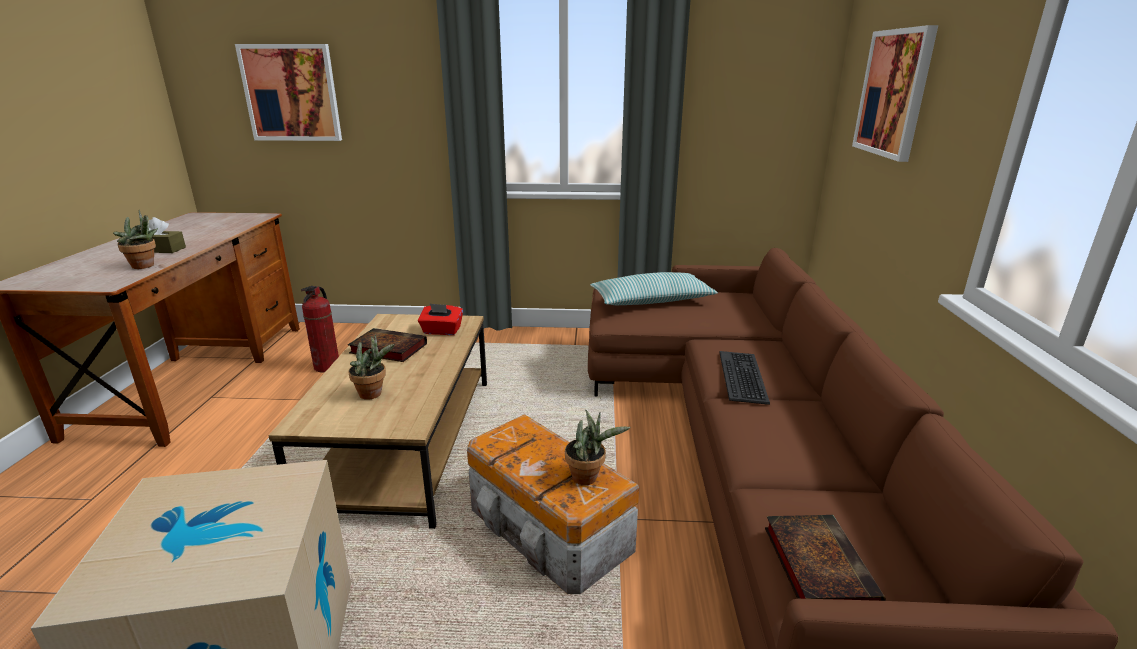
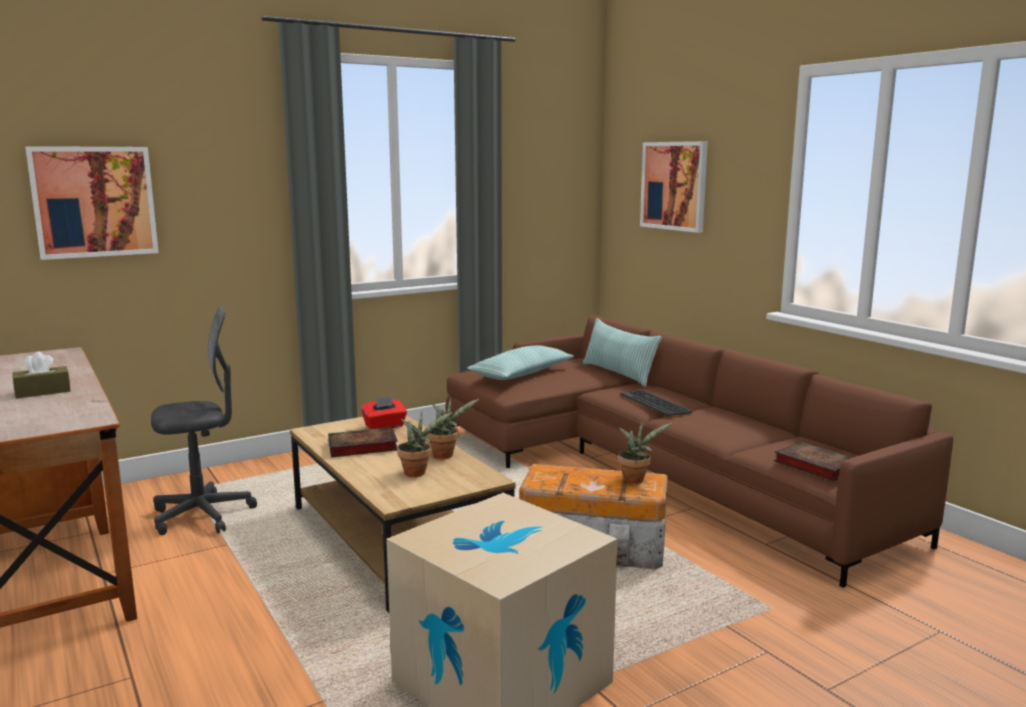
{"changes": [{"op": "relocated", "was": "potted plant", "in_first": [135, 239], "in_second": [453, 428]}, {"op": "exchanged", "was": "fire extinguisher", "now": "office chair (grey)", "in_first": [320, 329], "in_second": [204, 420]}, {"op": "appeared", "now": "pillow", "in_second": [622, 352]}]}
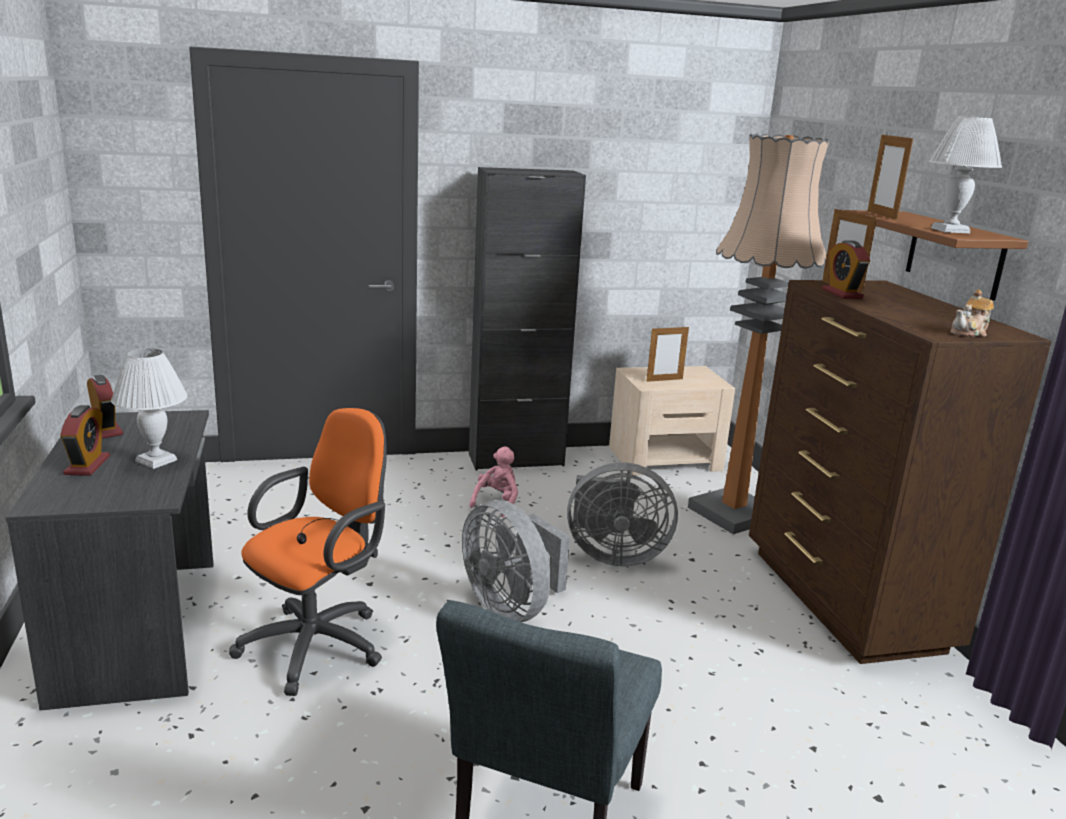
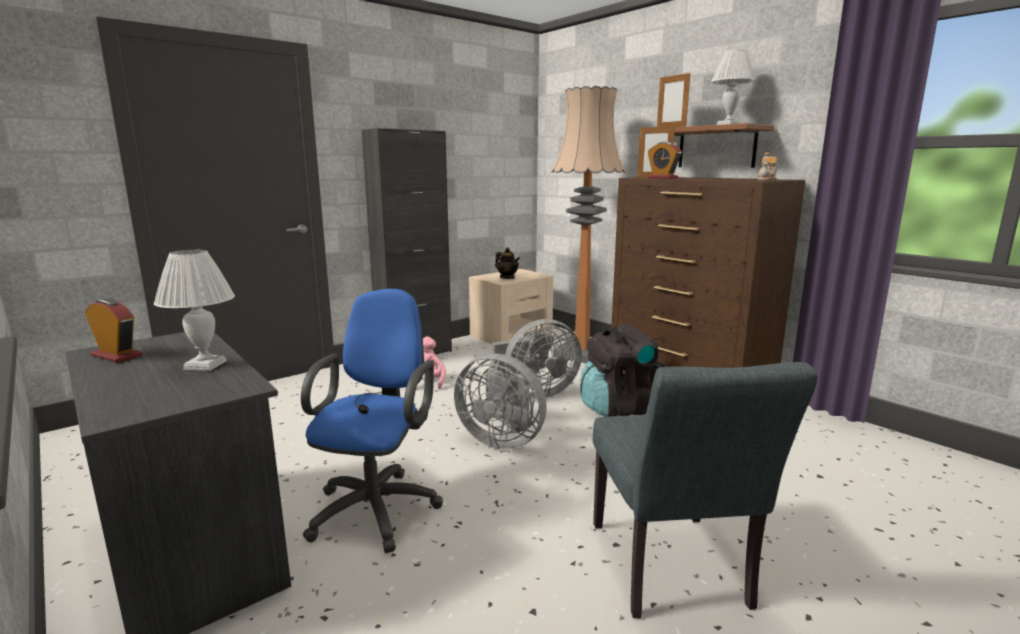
{"changes": [{"op": "exchanged", "was": "picture frame", "now": "teapot", "in_first": [667, 354], "in_second": [507, 263]}, {"op": "missing", "was": "alarm clock", "in_first": [85, 440]}, {"op": "colour", "was": "office chair (orange)", "now": "office chair (blue)", "in_first": [308, 552], "in_second": [372, 421]}, {"op": "appeared", "now": "backpack (black)", "in_second": [623, 370]}]}
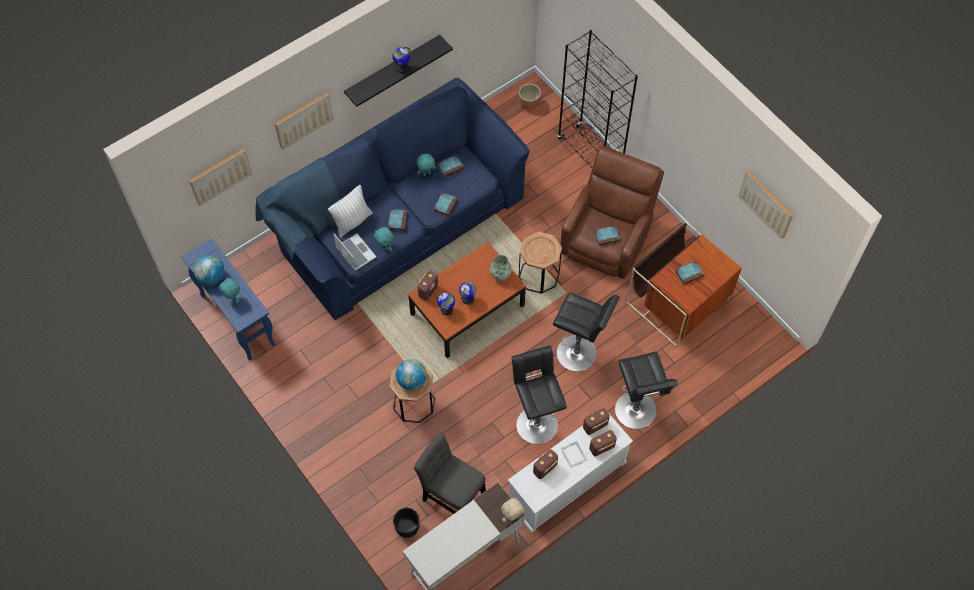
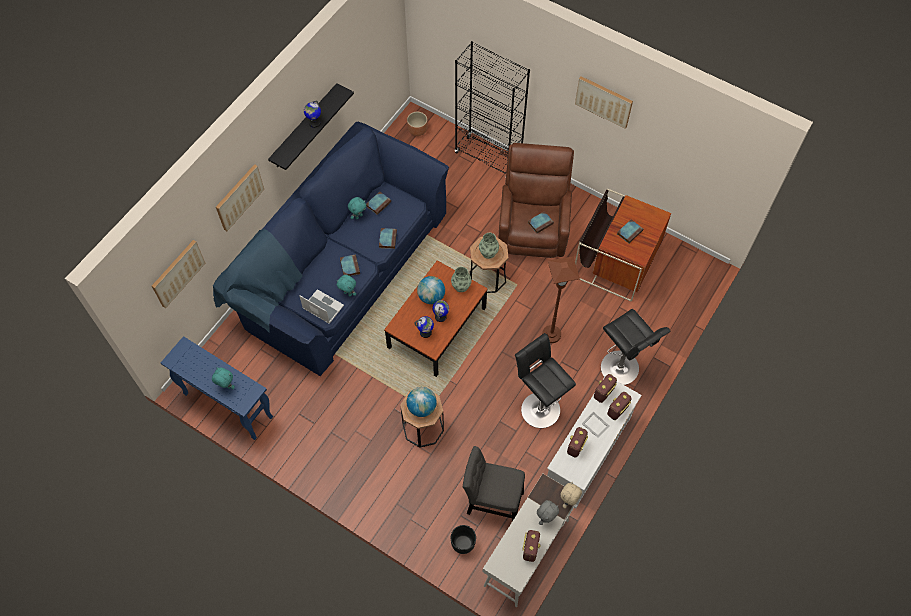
{"changes": [{"op": "relocated", "was": "picture", "in_first": [766, 205], "in_second": [604, 102]}, {"op": "missing", "was": "pillow (white)", "in_first": [350, 211]}, {"op": "relocated", "was": "globe", "in_first": [208, 270], "in_second": [431, 290]}, {"op": "relocated", "was": "radio", "in_first": [427, 286], "in_second": [531, 546]}, {"op": "exchanged", "was": "stool (black)", "now": "floor lamp (brown)", "in_first": [586, 332], "in_second": [561, 300]}, {"op": "appeared", "now": "vase", "in_second": [489, 246]}, {"op": "appeared", "now": "plush toy (grey)", "in_second": [548, 512]}]}
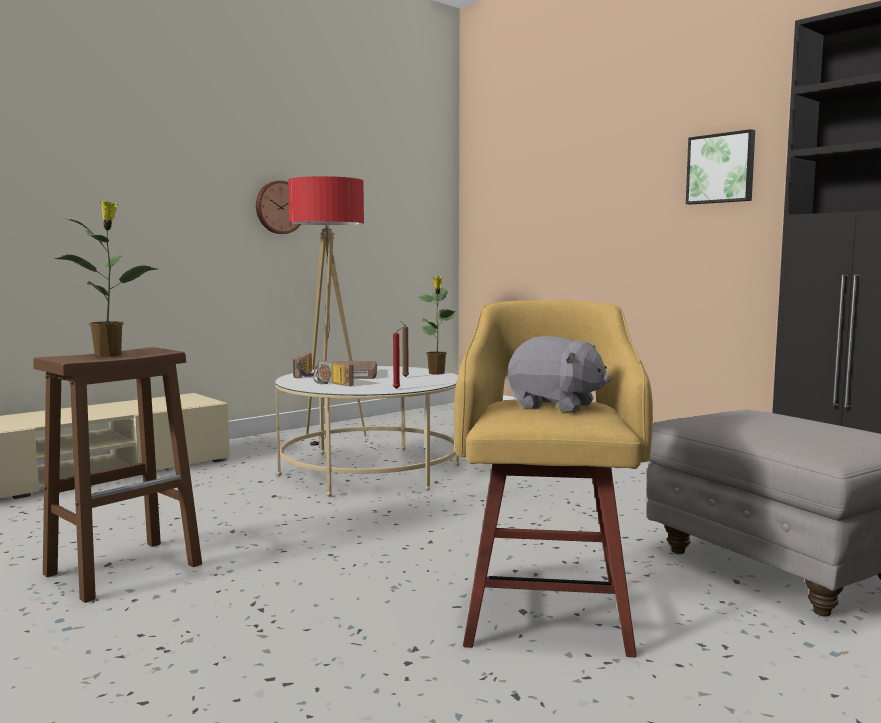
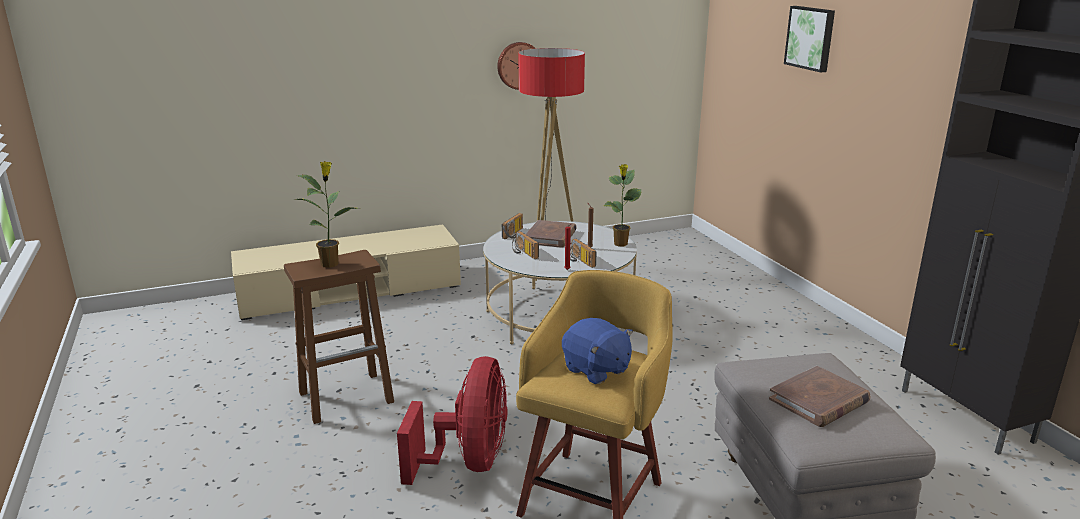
{"changes": [{"op": "relocated", "was": "picture", "in_first": [720, 167], "in_second": [809, 39]}, {"op": "colour", "was": "plush toy (grey)", "now": "plush toy (blue)", "in_first": [559, 374], "in_second": [597, 351]}, {"op": "appeared", "now": "radio", "in_second": [583, 253]}, {"op": "appeared", "now": "fan (red)", "in_second": [452, 420]}, {"op": "appeared", "now": "book (brown)", "in_second": [820, 396]}]}
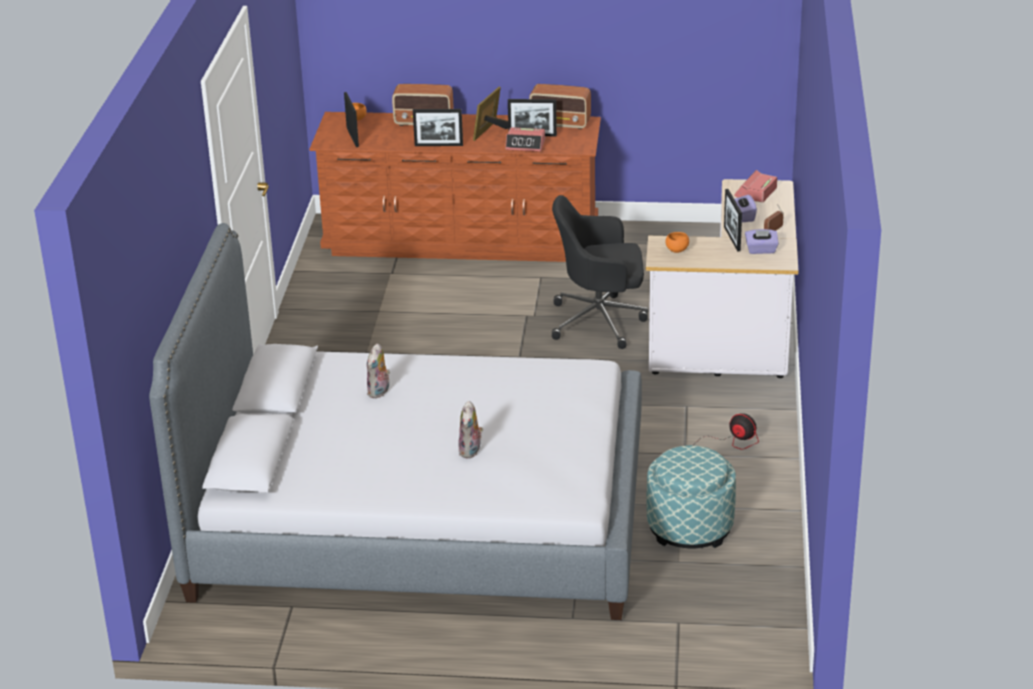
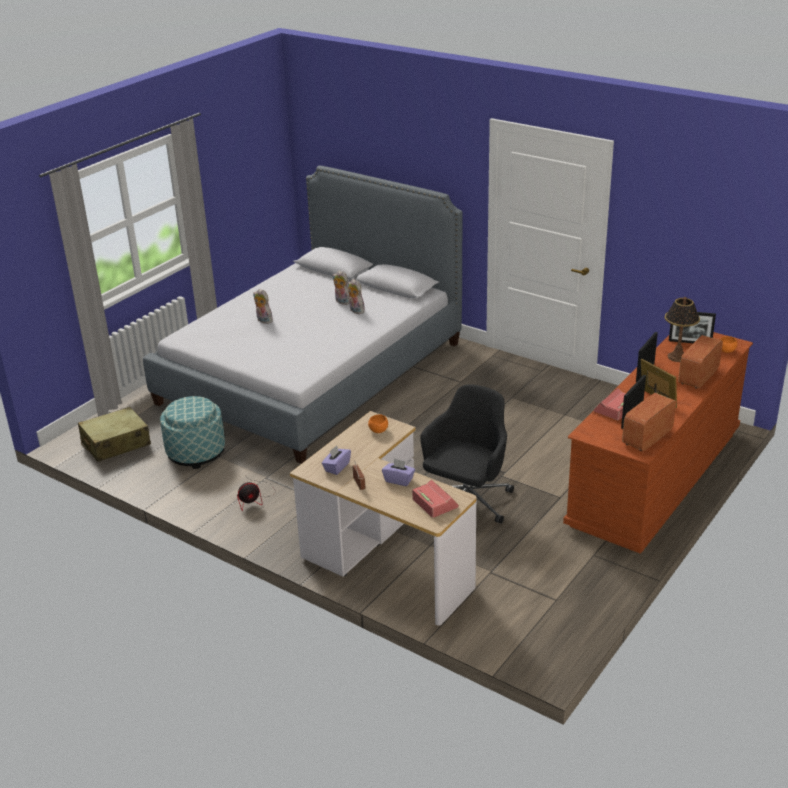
{"changes": [{"op": "missing", "was": "picture frame", "in_first": [733, 220]}, {"op": "appeared", "now": "plush toy", "in_second": [341, 288]}, {"op": "appeared", "now": "table lamp", "in_second": [682, 329]}, {"op": "appeared", "now": "suitcase (beige)", "in_second": [114, 434]}]}
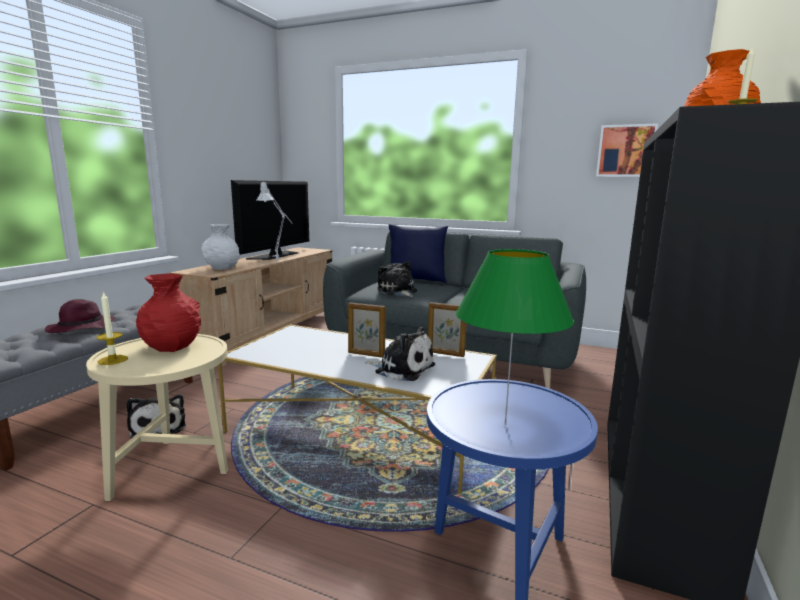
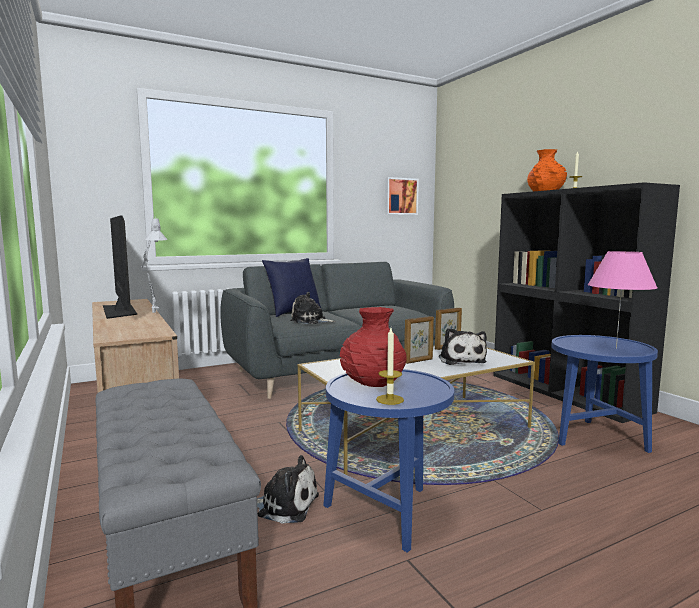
{"changes": [{"op": "missing", "was": "vase (white)", "in_first": [221, 247]}, {"op": "colour", "was": "table lamp (green)", "now": "table lamp (pink)", "in_first": [515, 337], "in_second": [623, 300]}, {"op": "missing", "was": "hat (purple)", "in_first": [80, 316]}, {"op": "spun", "was": "plush toy", "in_first": [400, 354], "in_second": [463, 346], "clockwise": 105}, {"op": "colour", "was": "side table (beige)", "now": "side table (blue)", "in_first": [157, 417], "in_second": [388, 461]}]}
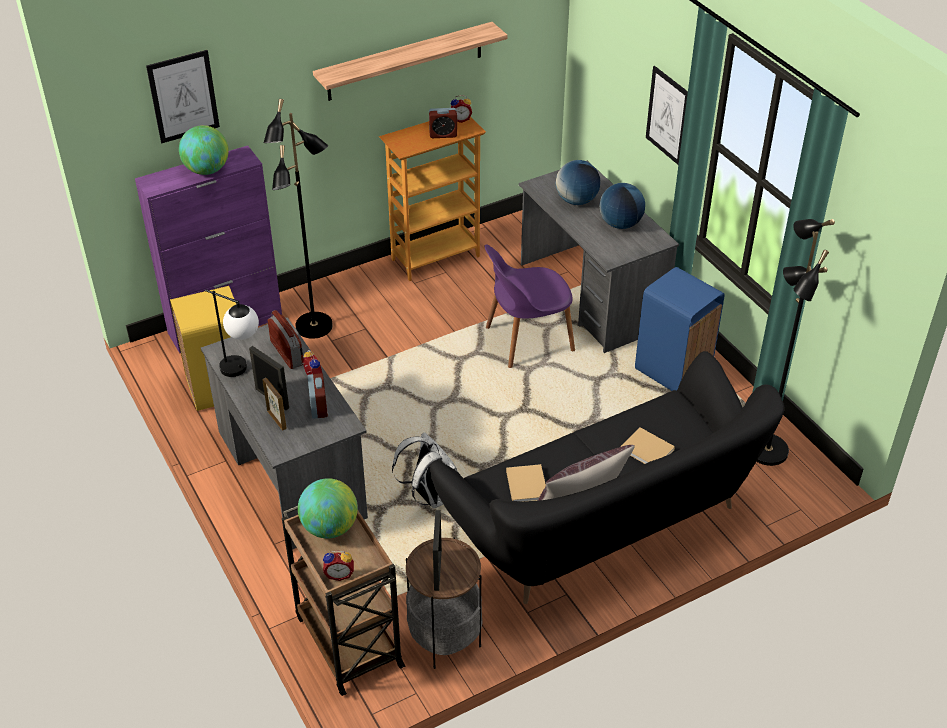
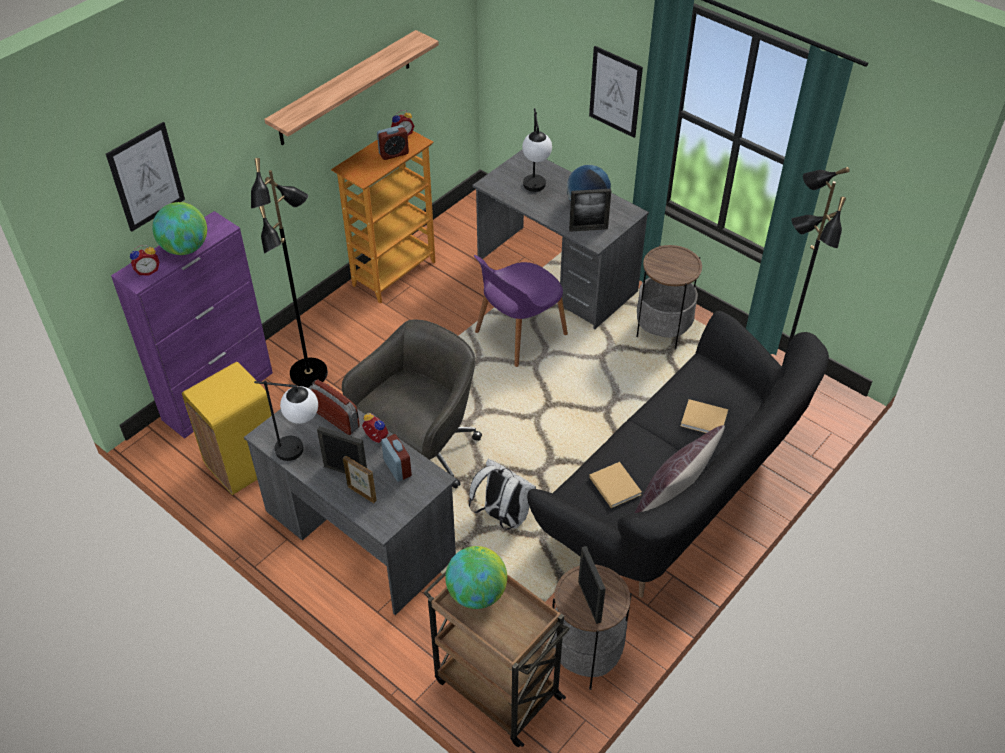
{"changes": [{"op": "exchanged", "was": "globe", "now": "table lamp", "in_first": [578, 182], "in_second": [537, 150]}, {"op": "exchanged", "was": "trash can (blue)", "now": "side table", "in_first": [680, 329], "in_second": [669, 297]}, {"op": "relocated", "was": "alarm clock", "in_first": [338, 565], "in_second": [145, 260]}, {"op": "appeared", "now": "picture frame", "in_second": [590, 210]}, {"op": "appeared", "now": "office chair (grey)", "in_second": [412, 404]}]}
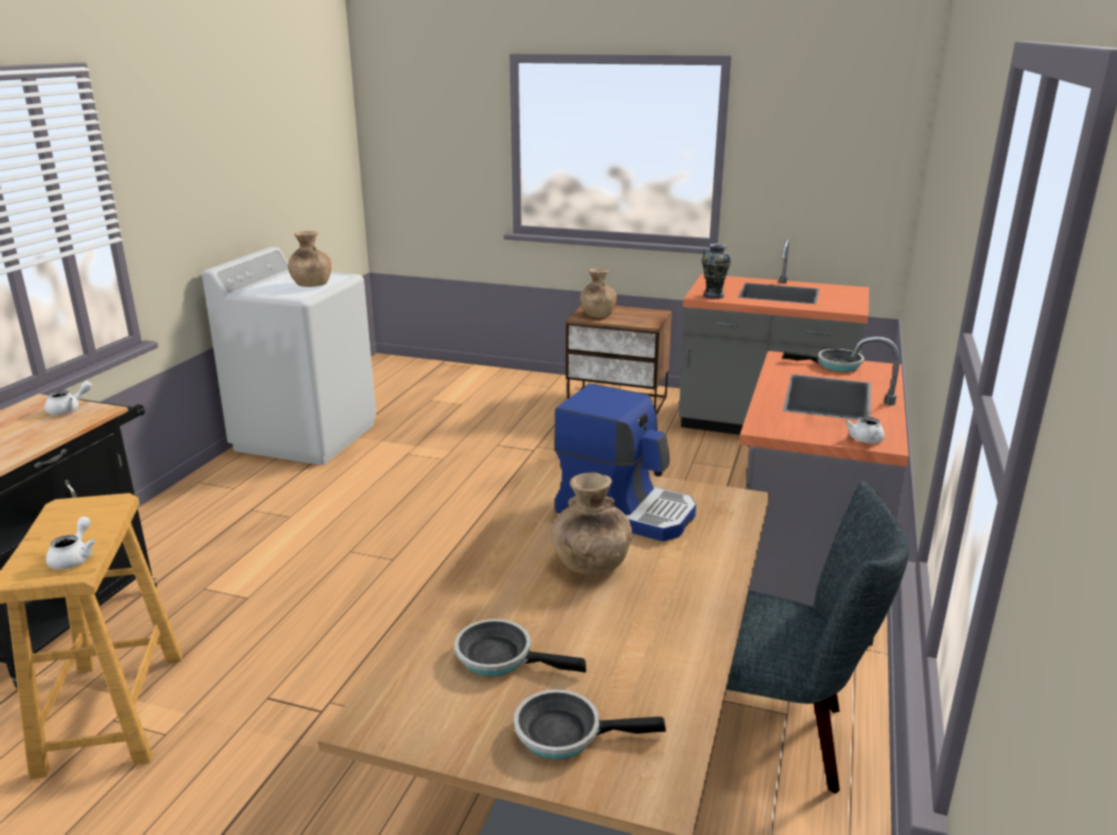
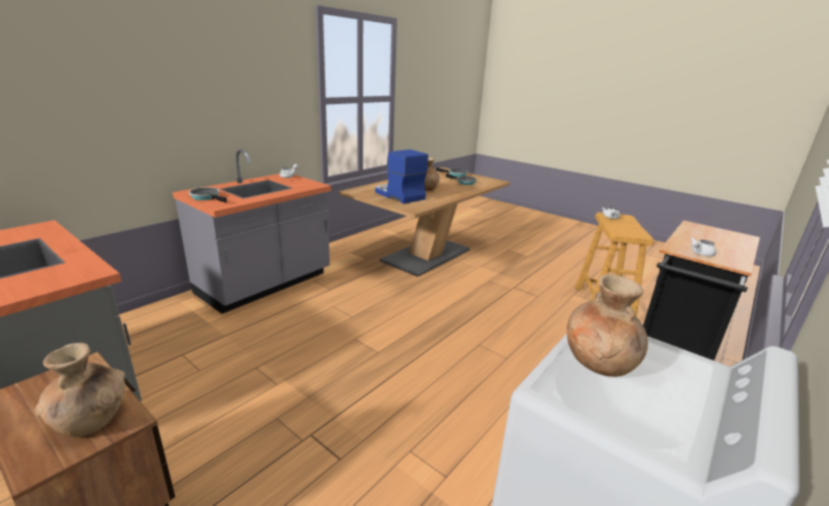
{"changes": [{"op": "missing", "was": "vase", "in_first": [716, 271]}, {"op": "missing", "was": "chair (grey)", "in_first": [817, 637]}]}
